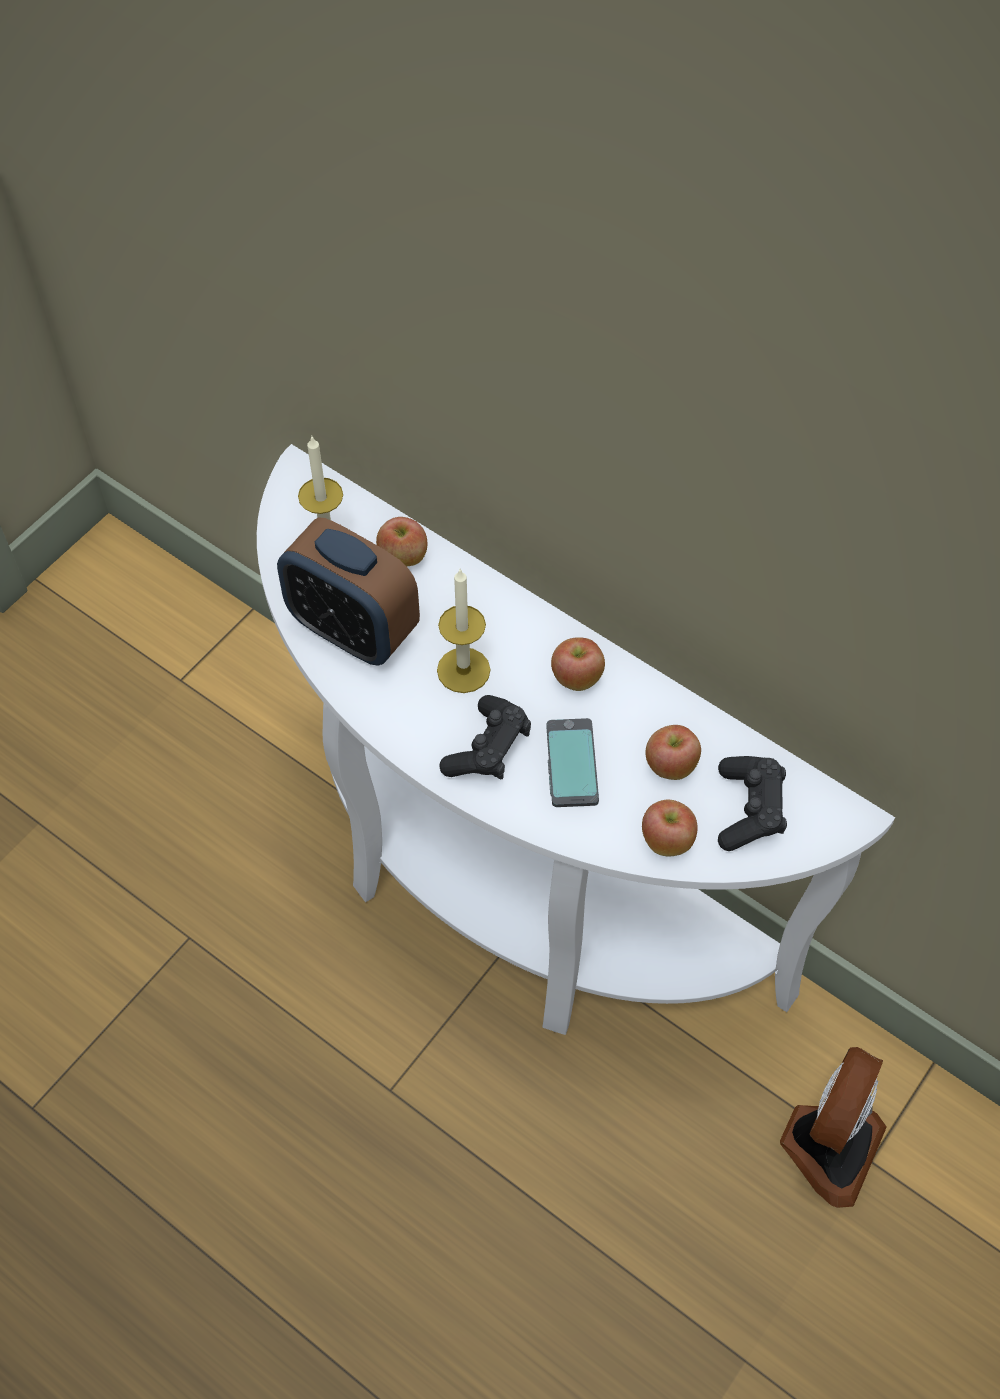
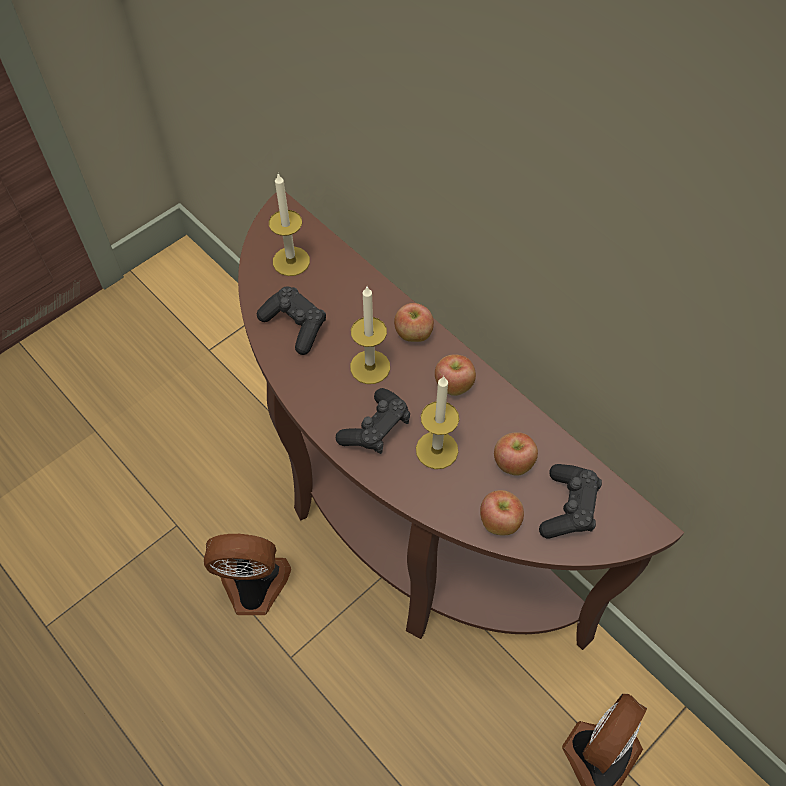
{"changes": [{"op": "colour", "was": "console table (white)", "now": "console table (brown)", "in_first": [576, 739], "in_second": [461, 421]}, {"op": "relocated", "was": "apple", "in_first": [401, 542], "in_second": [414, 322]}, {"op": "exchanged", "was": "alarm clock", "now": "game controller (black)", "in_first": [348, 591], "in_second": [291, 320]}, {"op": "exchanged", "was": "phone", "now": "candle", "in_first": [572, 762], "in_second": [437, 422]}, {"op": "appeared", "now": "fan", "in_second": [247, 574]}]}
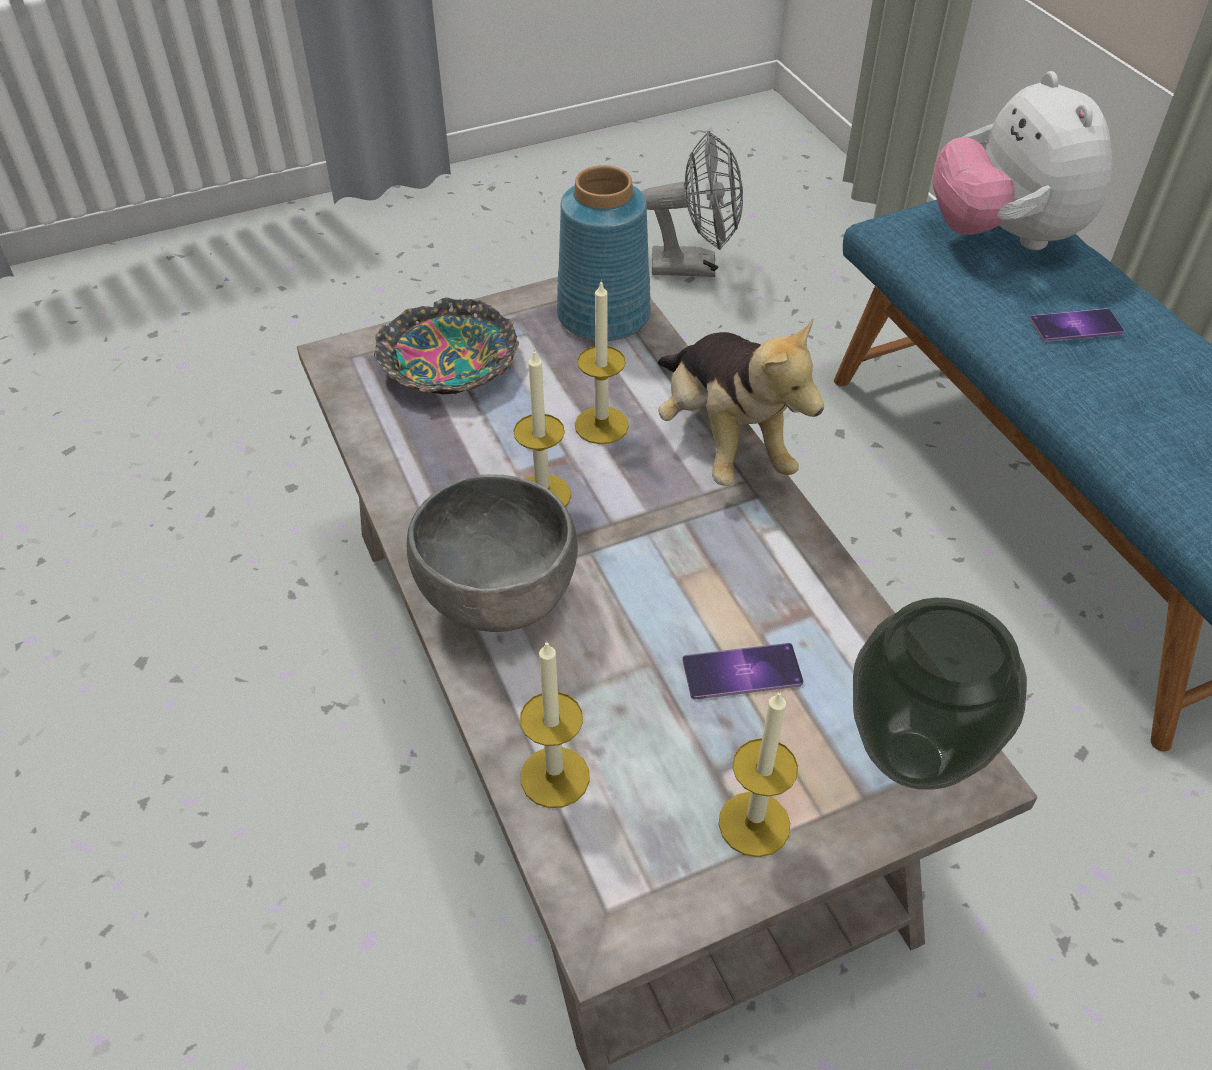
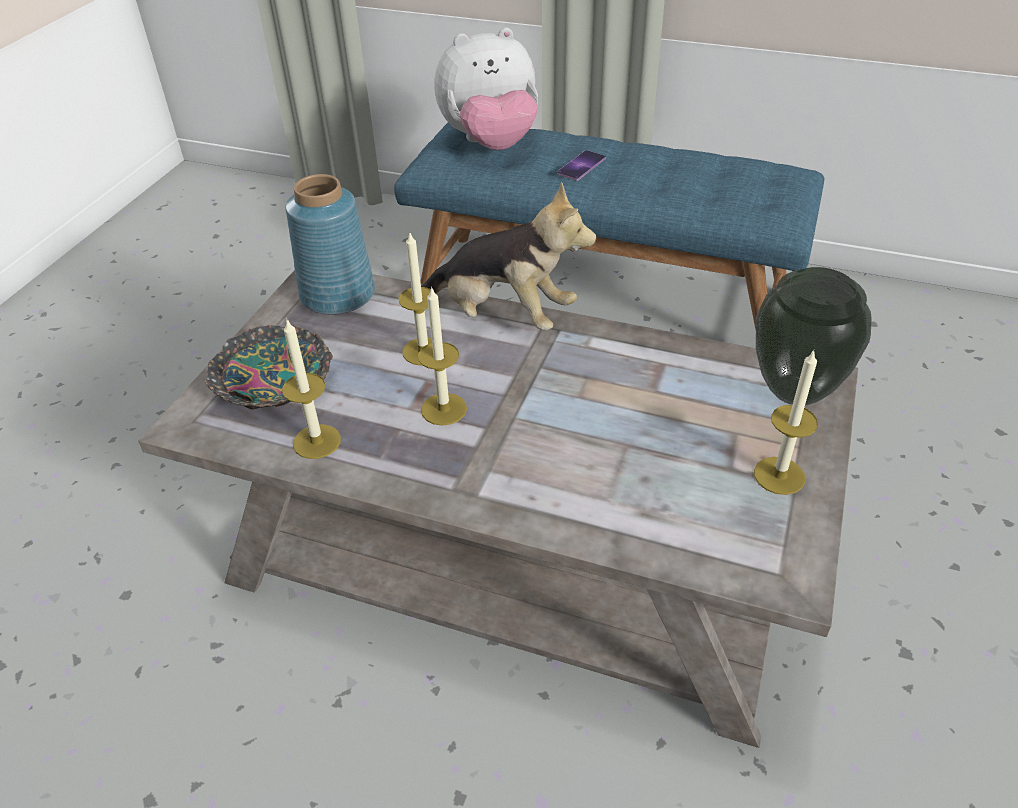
{"changes": [{"op": "spun", "was": "plush toy", "in_first": [1022, 160], "in_second": [486, 88], "clockwise": -45}, {"op": "missing", "was": "fan (grey)", "in_first": [692, 204]}, {"op": "missing", "was": "bowl (grey)", "in_first": [492, 553]}, {"op": "relocated", "was": "candle", "in_first": [555, 724], "in_second": [311, 388]}, {"op": "missing", "was": "phone", "in_first": [743, 671]}]}
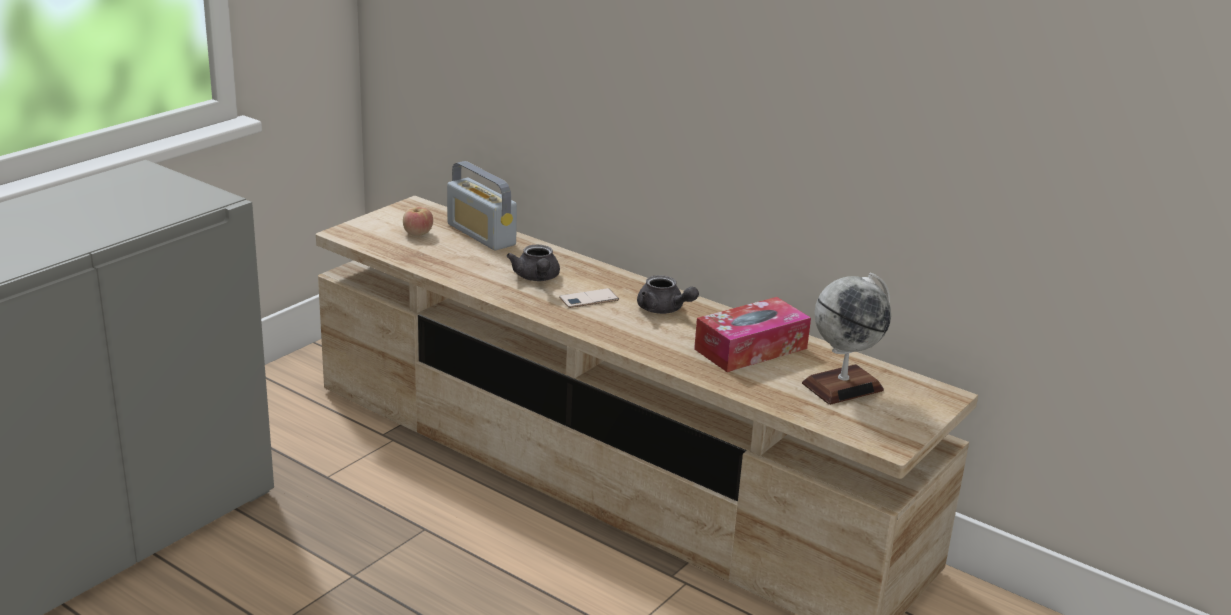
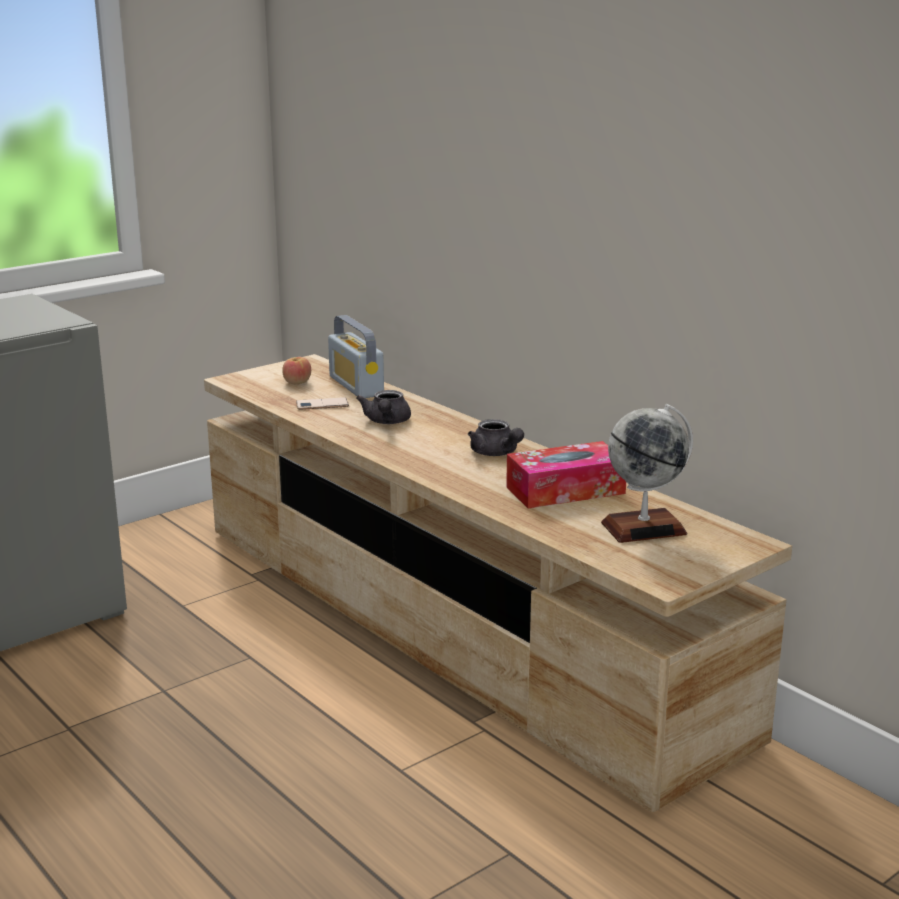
{"changes": [{"op": "relocated", "was": "phone", "in_first": [589, 298], "in_second": [322, 403]}]}
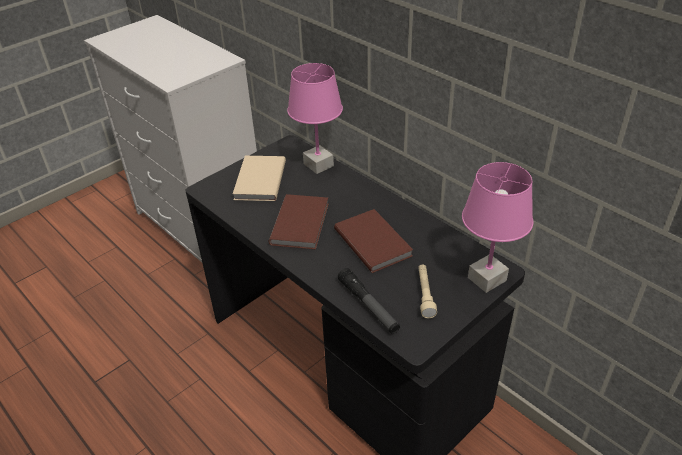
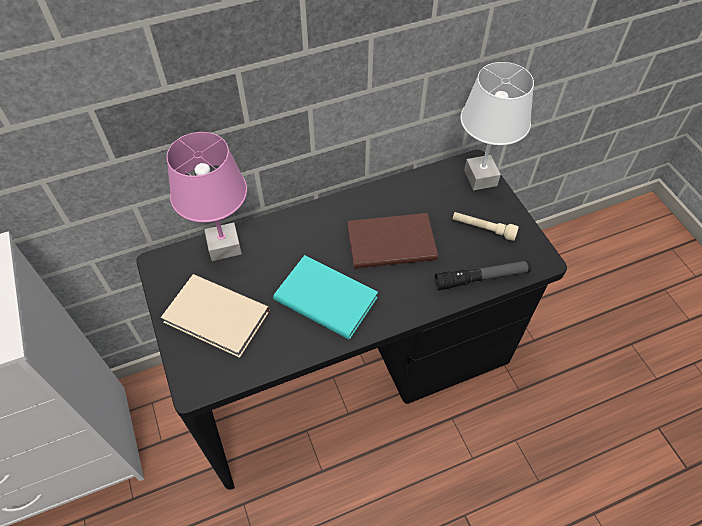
{"changes": [{"op": "colour", "was": "table lamp (pink)", "now": "table lamp (white)", "in_first": [497, 227], "in_second": [497, 126]}, {"op": "colour", "was": "book (brown)", "now": "book (turquoise)", "in_first": [299, 221], "in_second": [325, 297]}]}
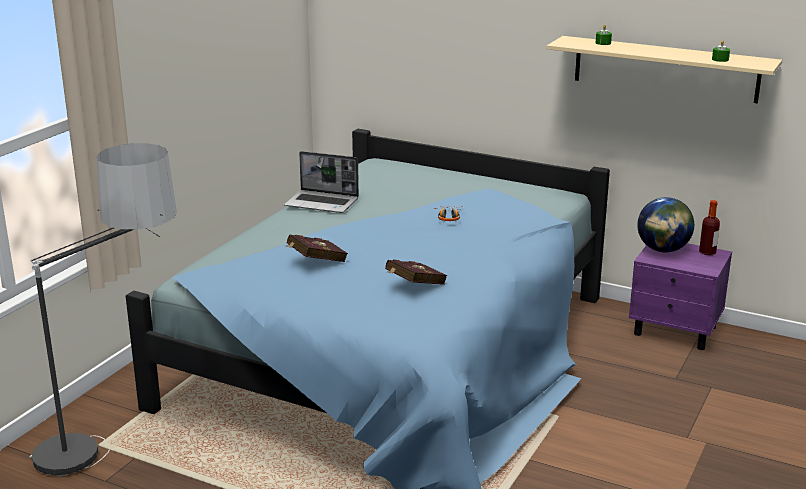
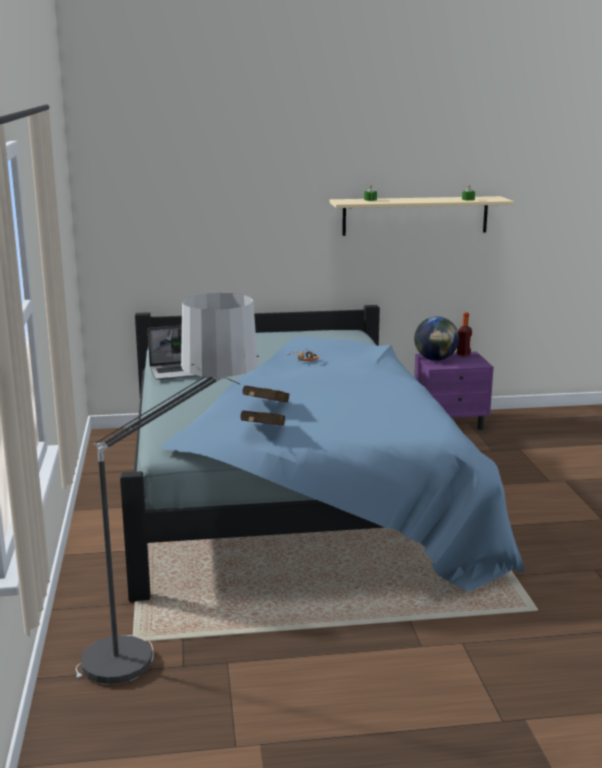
{"changes": [{"op": "relocated", "was": "book (red)", "in_first": [416, 272], "in_second": [262, 418]}]}
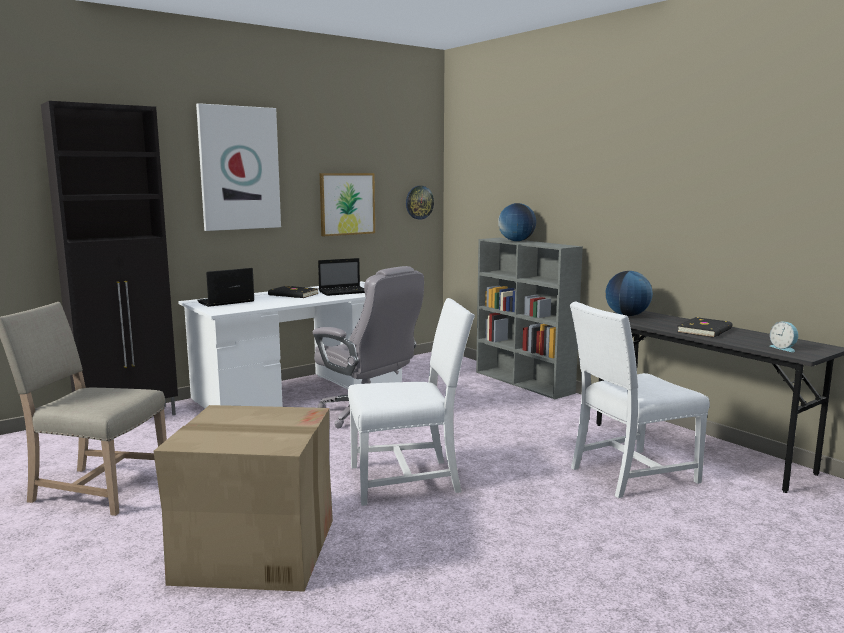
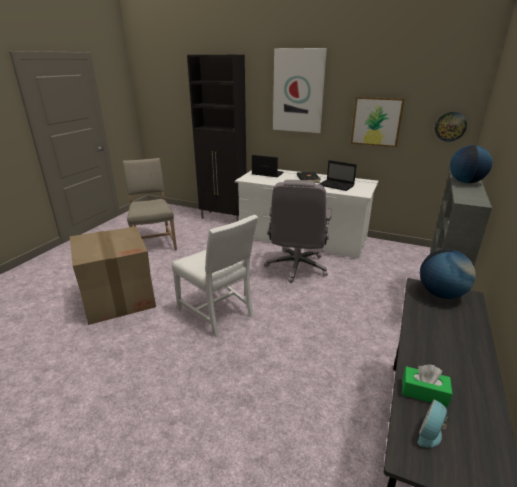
{"changes": [{"op": "missing", "was": "chair (white)", "in_first": [640, 400]}, {"op": "missing", "was": "book (black)", "in_first": [704, 327]}, {"op": "appeared", "now": "tissue box (green)", "in_second": [427, 386]}]}
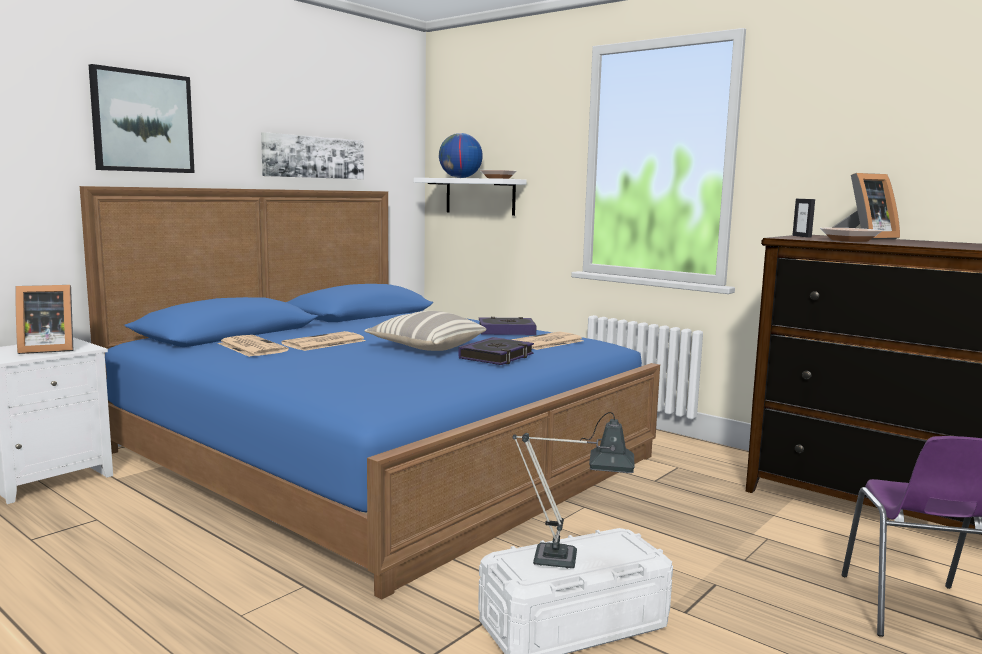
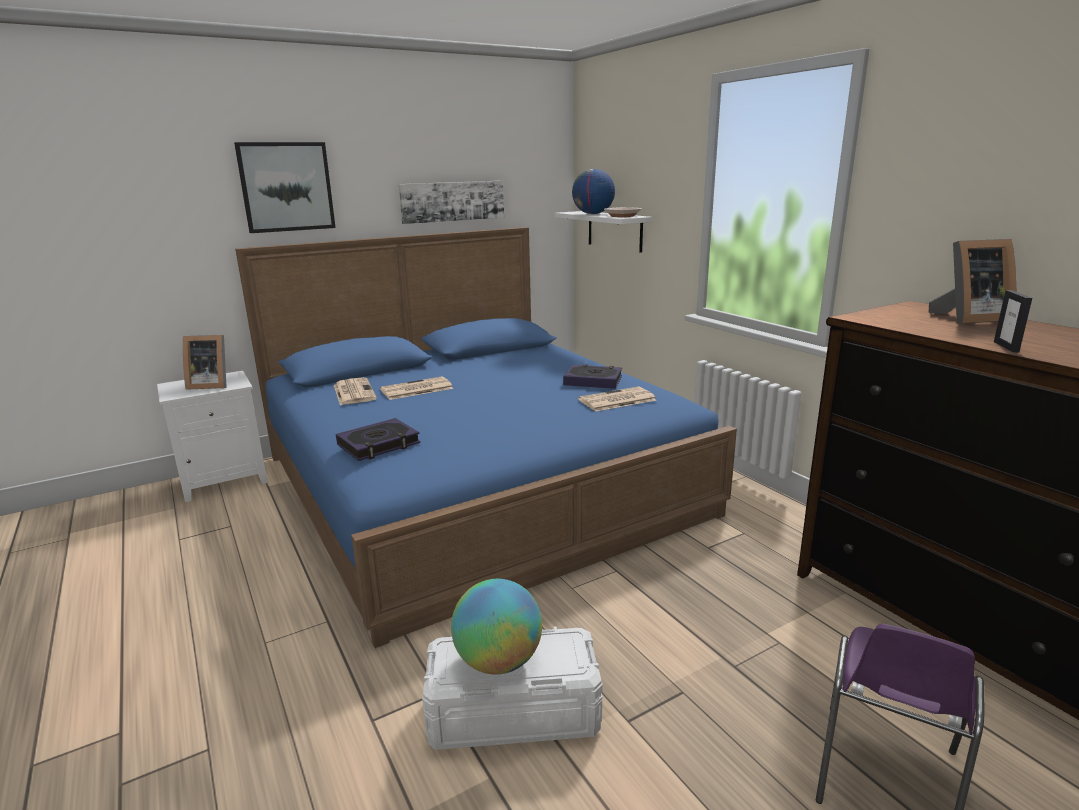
{"changes": [{"op": "relocated", "was": "picture frame", "in_first": [803, 218], "in_second": [1013, 321]}, {"op": "missing", "was": "bowl", "in_first": [851, 235]}, {"op": "missing", "was": "pillow", "in_first": [425, 331]}, {"op": "relocated", "was": "book", "in_first": [496, 351], "in_second": [378, 439]}, {"op": "exchanged", "was": "table lamp", "now": "globe", "in_first": [574, 490], "in_second": [496, 627]}]}
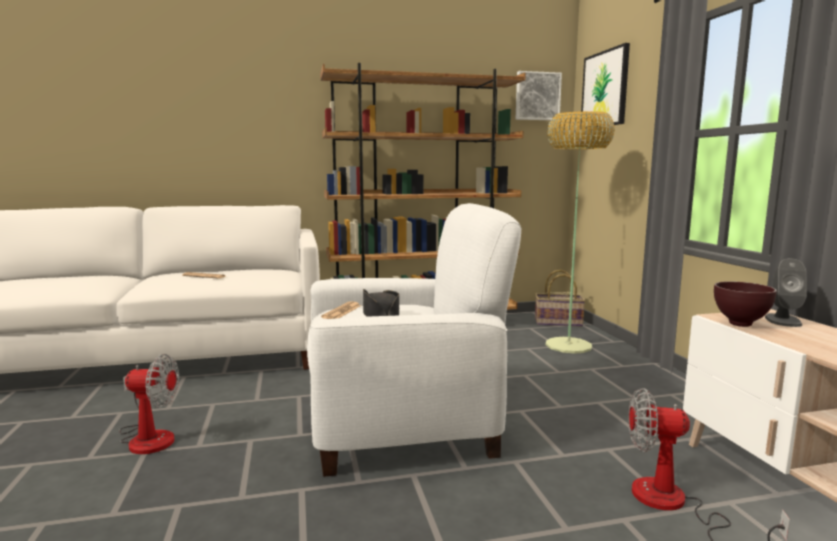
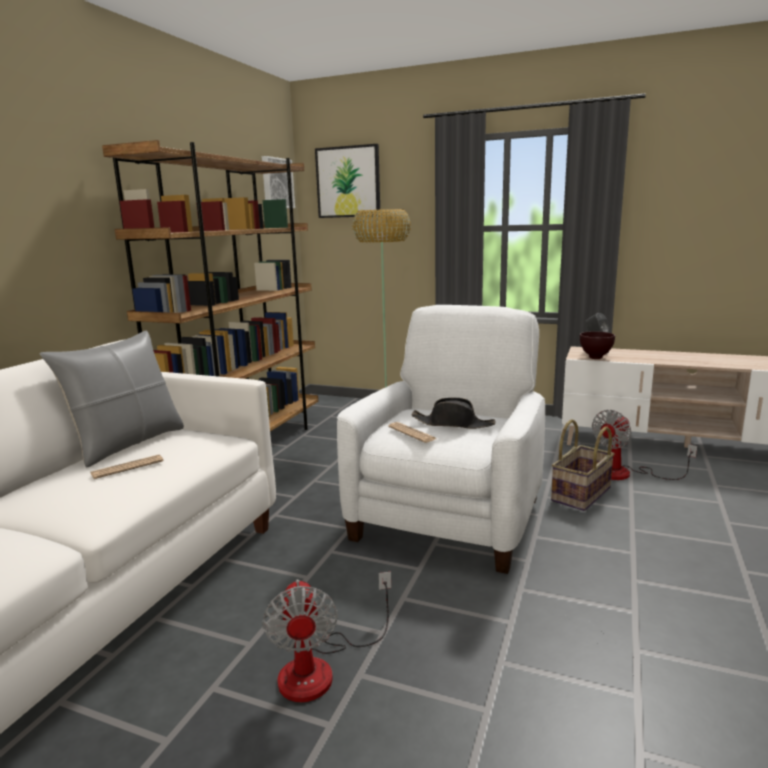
{"changes": [{"op": "relocated", "was": "basket", "in_first": [560, 298], "in_second": [583, 465]}, {"op": "spun", "was": "fan", "in_first": [149, 404], "in_second": [326, 637], "clockwise": 135}, {"op": "appeared", "now": "pillow (grey)", "in_second": [112, 398]}]}
